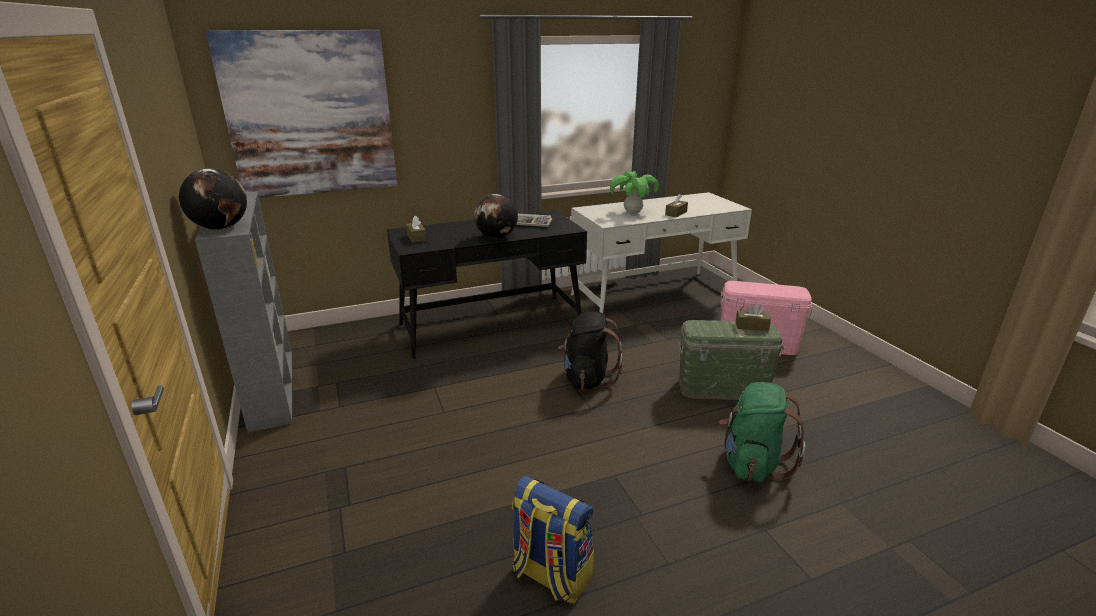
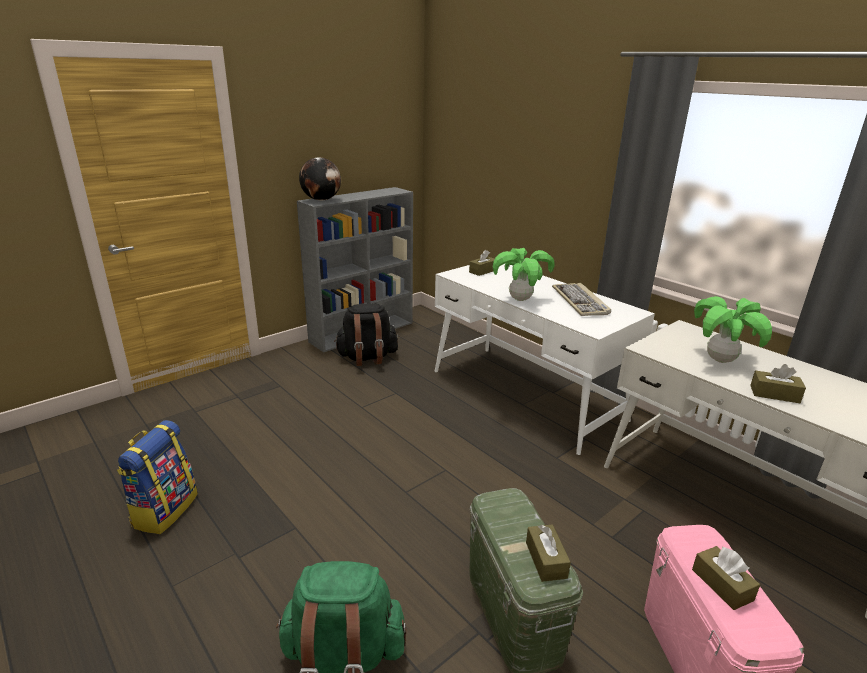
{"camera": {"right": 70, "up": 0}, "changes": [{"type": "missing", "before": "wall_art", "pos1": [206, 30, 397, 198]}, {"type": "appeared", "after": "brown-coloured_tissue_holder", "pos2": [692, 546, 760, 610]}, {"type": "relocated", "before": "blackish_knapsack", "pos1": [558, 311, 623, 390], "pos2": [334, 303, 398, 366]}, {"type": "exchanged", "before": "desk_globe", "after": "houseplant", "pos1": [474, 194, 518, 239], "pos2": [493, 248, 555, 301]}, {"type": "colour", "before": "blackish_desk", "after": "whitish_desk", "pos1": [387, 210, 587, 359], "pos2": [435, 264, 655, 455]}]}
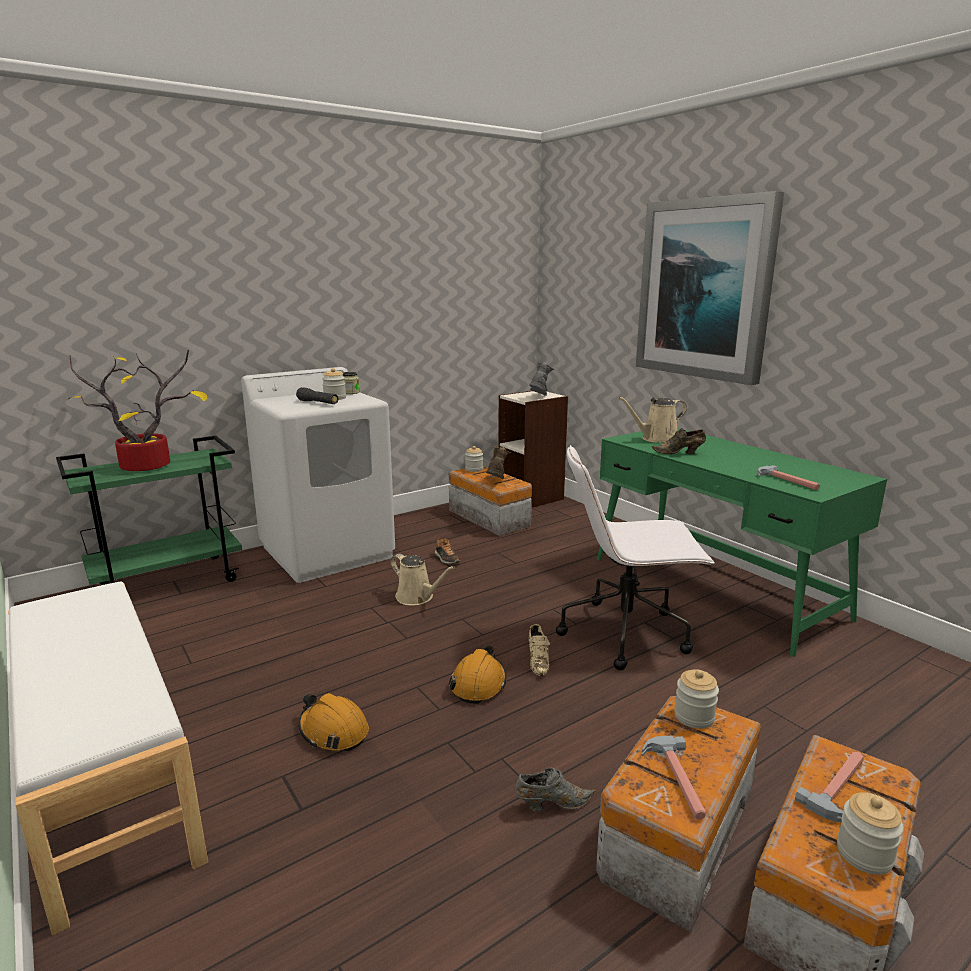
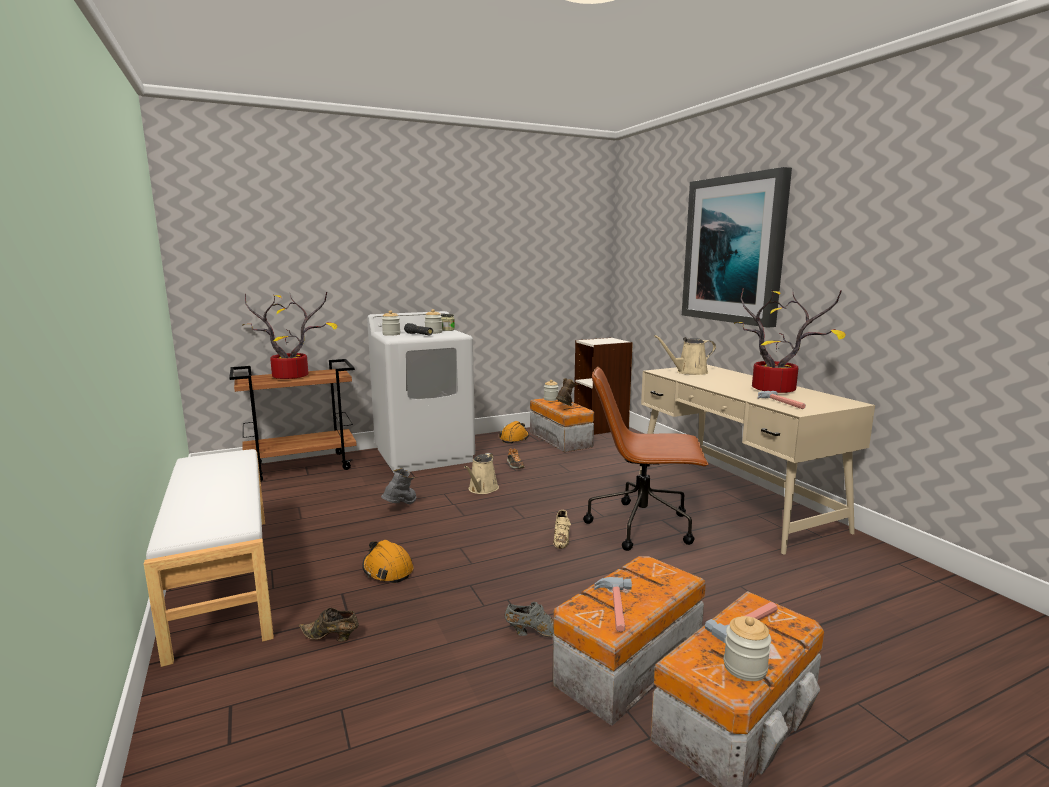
{"camera": {"right": 10, "up": -5}, "changes": [{"type": "appeared", "after": "houseplant", "pos2": [734, 288, 846, 393]}, {"type": "relocated", "before": "orange-coloured_safety_helmet", "pos1": [449, 645, 507, 704], "pos2": [499, 421, 529, 444]}, {"type": "relocated", "before": "grey_high-top_boot", "pos1": [529, 362, 554, 396], "pos2": [381, 468, 416, 504]}, {"type": "relocated", "before": "brown-coloured_shoe", "pos1": [652, 428, 706, 454], "pos2": [299, 608, 359, 642]}, {"type": "relocated", "before": "preserve_jar", "pos1": [674, 669, 719, 729], "pos2": [382, 310, 400, 336]}, {"type": "colour", "before": "greenish_trolley", "after": "brown-coloured_trolley", "pos1": [56, 436, 242, 585], "pos2": [229, 359, 357, 482]}, {"type": "colour", "before": "whitish_desk_chair", "after": "brown-coloured_desk_chair", "pos1": [556, 445, 715, 670], "pos2": [583, 367, 709, 551]}, {"type": "colour", "before": "greenish_desk", "after": "beige_desk", "pos1": [597, 428, 887, 657], "pos2": [639, 365, 875, 554]}, {"type": "spun", "before": "beige_watering_pot", "pos1": [390, 554, 455, 606], "pos2": [464, 453, 499, 494], "turn": 60}]}
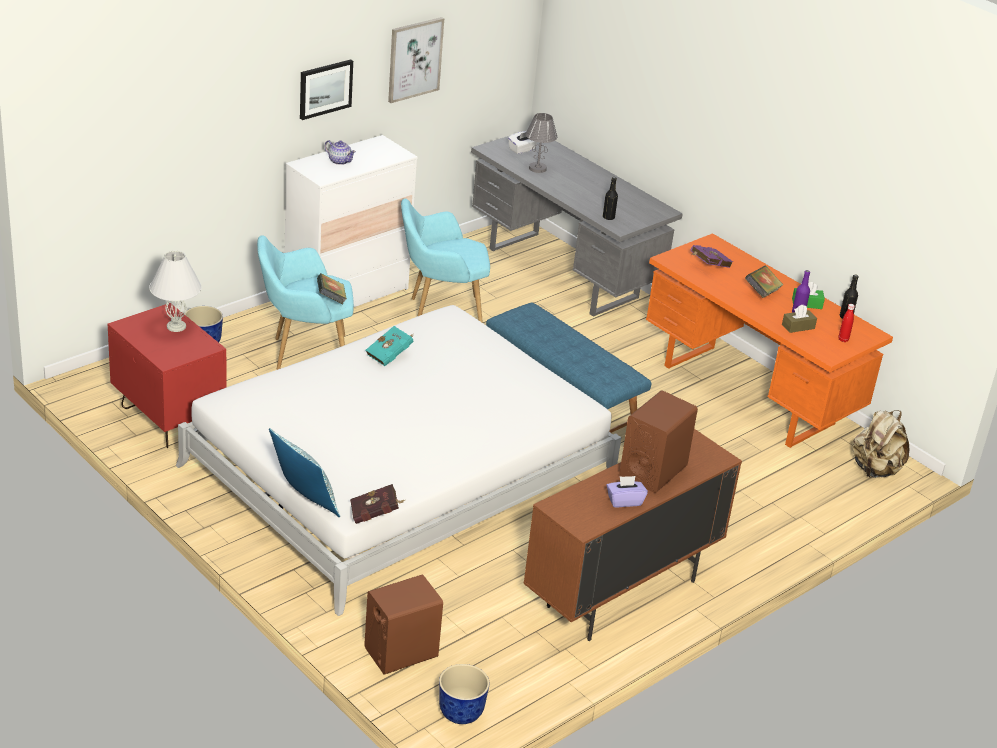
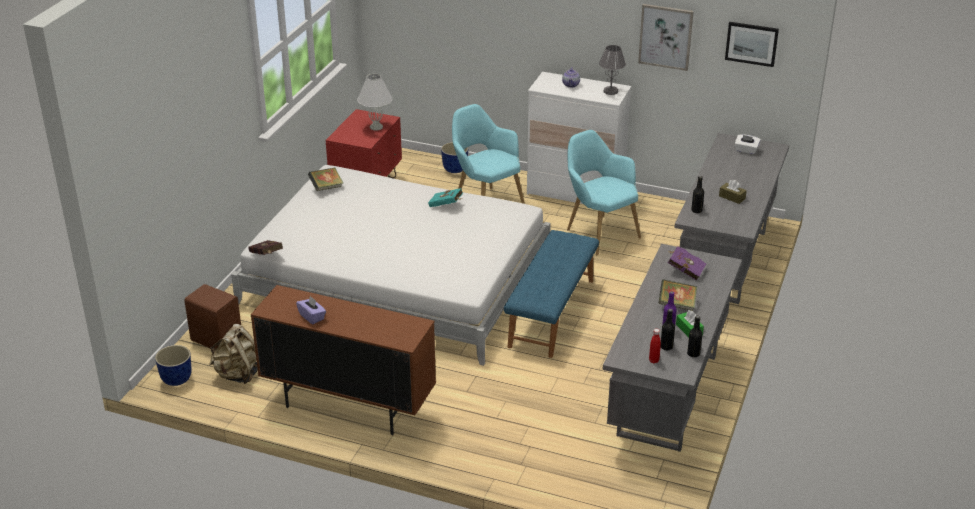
{"camera": {"right": 65, "up": 0}, "changes": [{"type": "missing", "before": "cushion", "pos1": [269, 428, 340, 518]}, {"type": "missing", "before": "brown-coloured_speaker", "pos1": [620, 390, 698, 493]}, {"type": "appeared", "after": "blackish_drink_bottle", "pos2": [661, 309, 675, 350]}, {"type": "relocated", "before": "wall_art", "pos1": [300, 59, 353, 120], "pos2": [725, 22, 779, 67]}, {"type": "relocated", "before": "bound_book", "pos1": [317, 273, 347, 304], "pos2": [308, 167, 343, 191]}, {"type": "relocated", "before": "grey_lamp_for_a_table", "pos1": [526, 113, 557, 173], "pos2": [599, 45, 626, 95]}, {"type": "relocated", "before": "brown-coloured_tissue_holder", "pos1": [782, 305, 817, 333], "pos2": [719, 180, 747, 204]}, {"type": "relocated", "before": "beige_knapsack", "pos1": [852, 410, 909, 478], "pos2": [209, 324, 258, 384]}, {"type": "colour", "before": "orange-coloured_desk", "after": "grey_desk", "pos1": [646, 233, 893, 448], "pos2": [602, 244, 742, 452]}]}
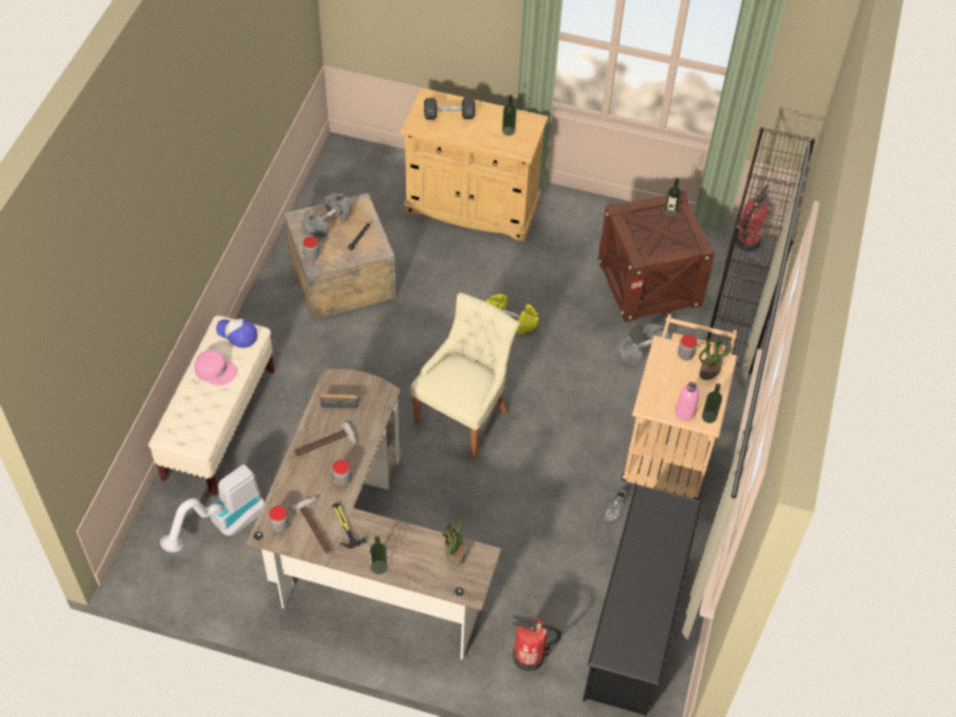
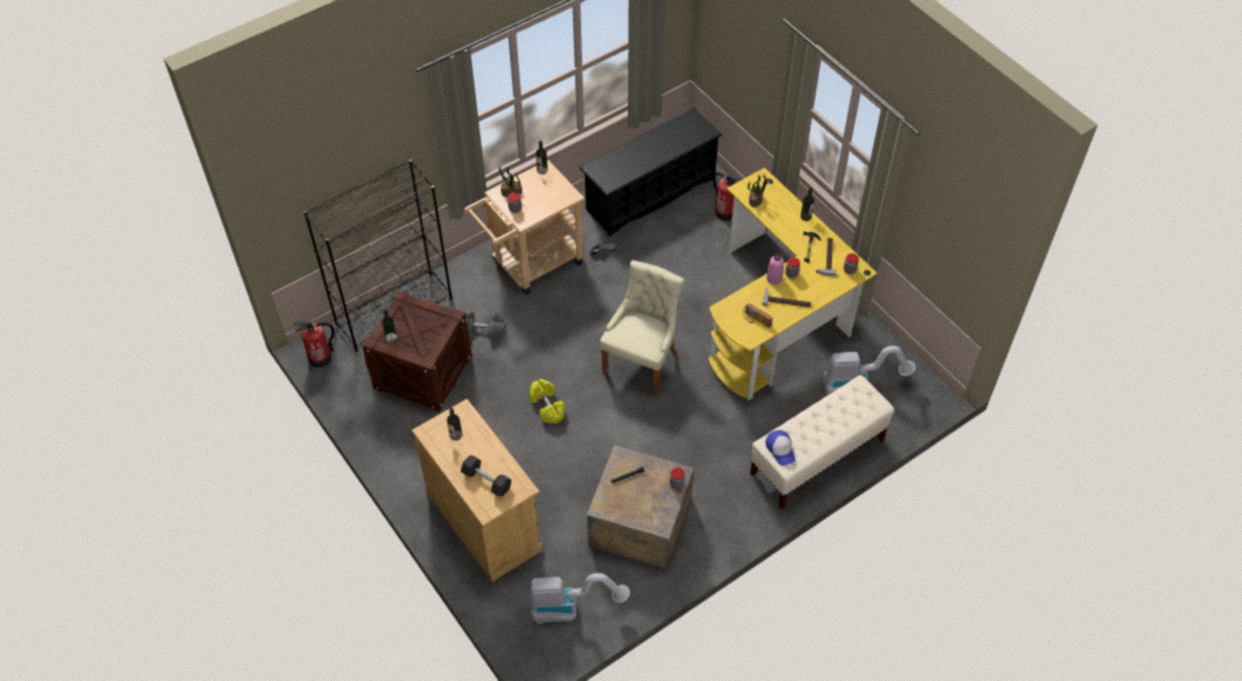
{"camera": {"right": -140, "up": 0}, "changes": [{"type": "missing", "before": "pink-coloured_cap", "pos1": [194, 350, 237, 386]}, {"type": "missing", "before": "grey_hand_weight", "pos1": [302, 193, 352, 238]}, {"type": "appeared", "after": "hoover", "pos2": [531, 573, 630, 624]}, {"type": "relocated", "before": "pink-coloured_drink_bottle", "pos1": [675, 382, 699, 421], "pos2": [766, 253, 784, 285]}, {"type": "colour", "before": "brown-coloured_desk", "after": "yellow-coloured_desk", "pos1": [246, 369, 501, 660], "pos2": [708, 167, 877, 401]}, {"type": "spun", "before": "beige_chair", "pos1": [410, 293, 519, 457], "pos2": [600, 260, 685, 394], "turn": 135}]}
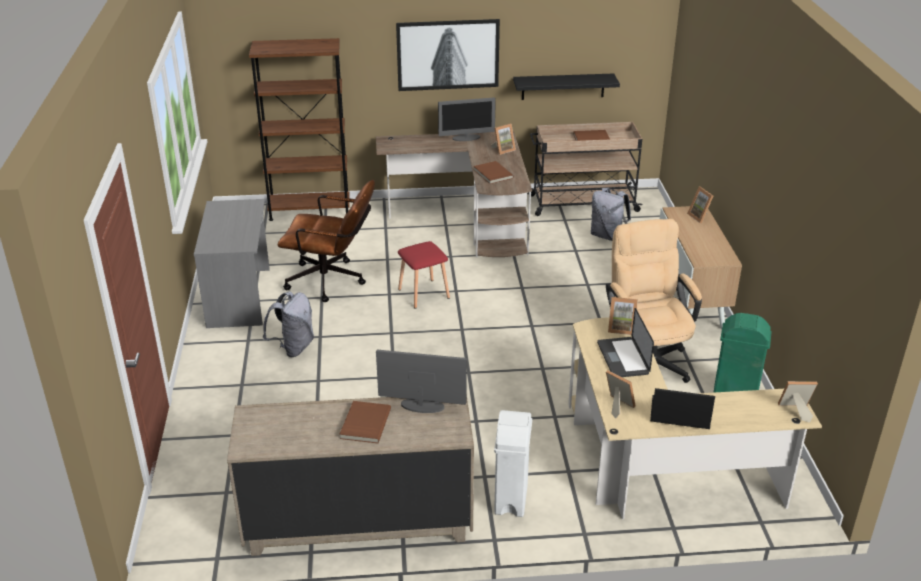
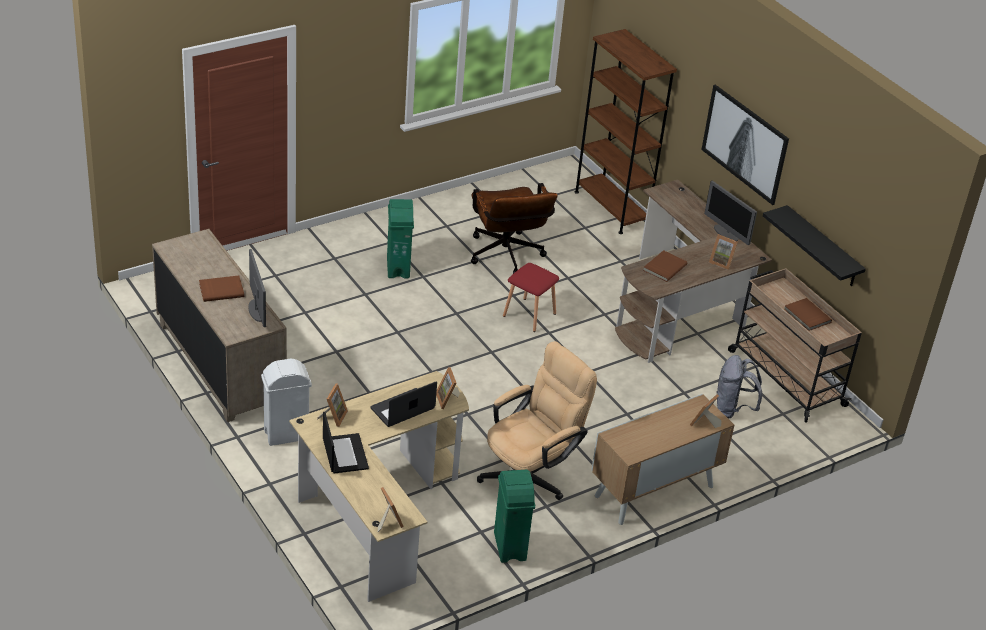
{"camera": {"right": 60, "up": 5}, "changes": [{"type": "missing", "before": "grey_desk", "pos1": [194, 199, 270, 328]}, {"type": "exchanged", "before": "grey_knapsack", "after": "greenish_waste_bin", "pos1": [263, 291, 314, 357], "pos2": [387, 199, 414, 278]}]}
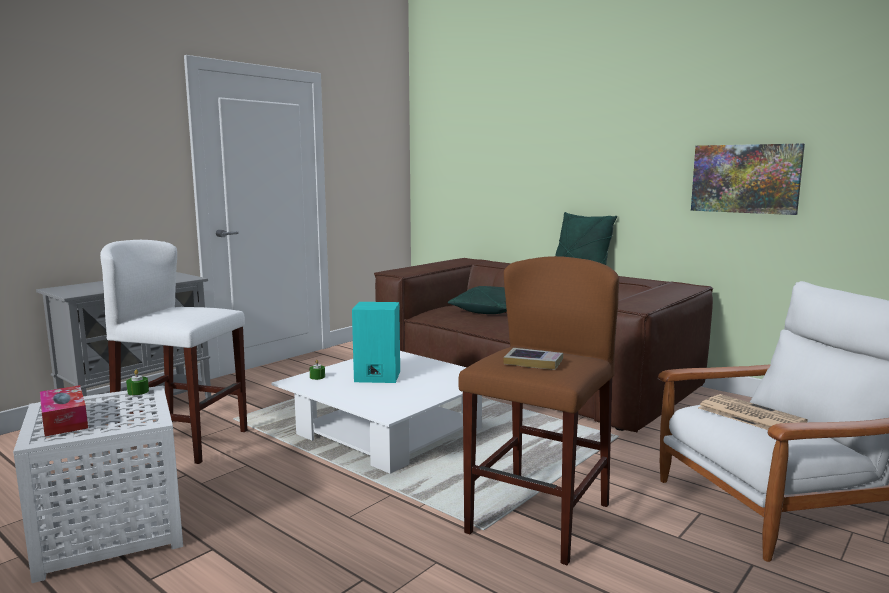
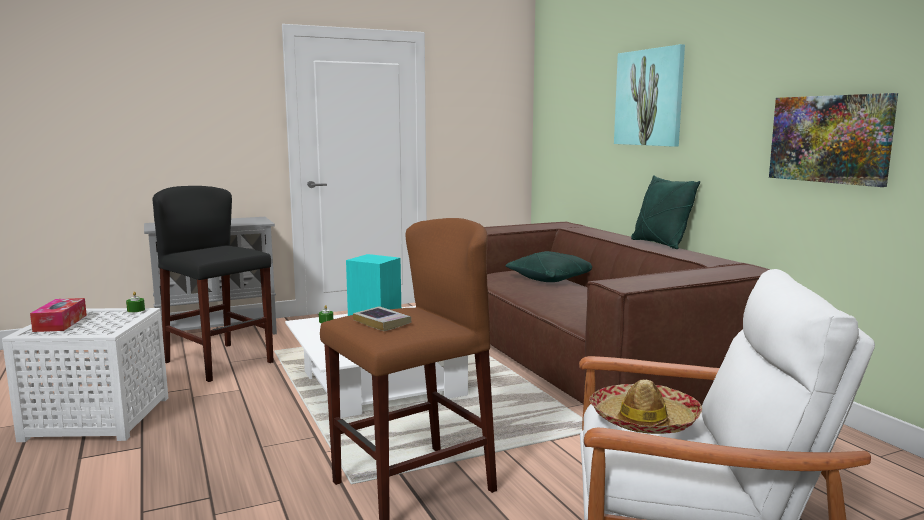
{"camera": {"right": 25, "up": 0}, "changes": [{"type": "appeared", "after": "wall_art", "pos2": [614, 44, 685, 147]}, {"type": "exchanged", "before": "printed_paper", "after": "wearable_hat", "pos1": [698, 394, 808, 430], "pos2": [589, 379, 702, 434]}, {"type": "colour", "before": "whitish_stool", "after": "blackish_stool", "pos1": [100, 240, 247, 464], "pos2": [153, 186, 274, 382]}]}
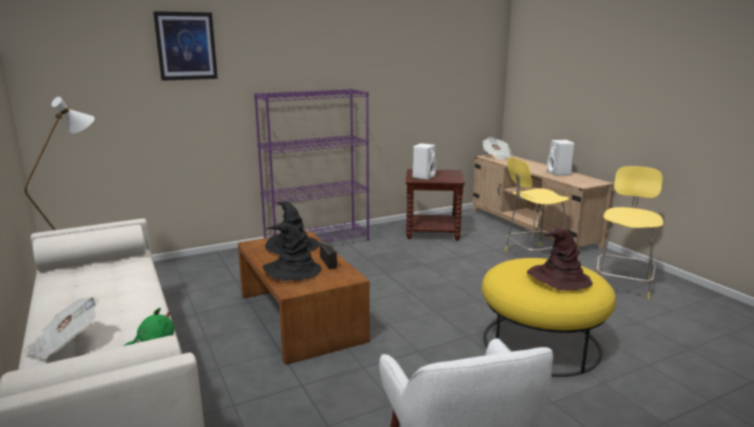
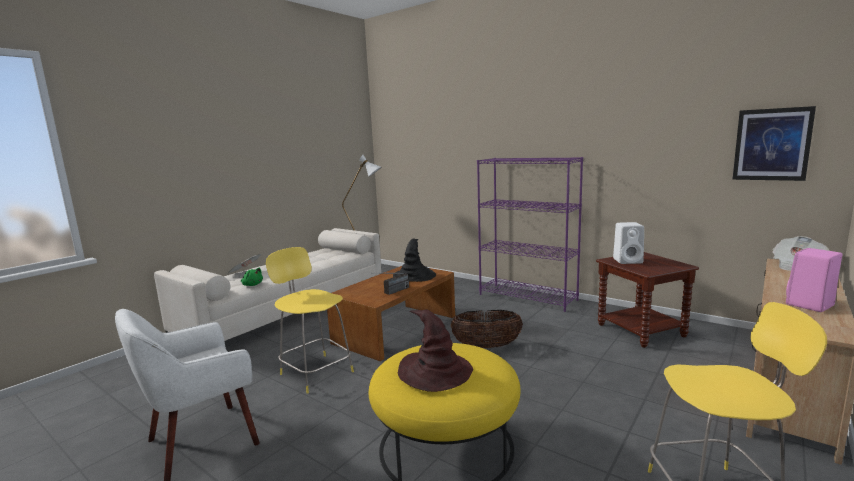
{"camera": {"right": 65, "up": -5}, "changes": [{"type": "missing", "before": "blackish_wearable_hat", "pos1": [263, 222, 322, 281]}, {"type": "appeared", "after": "household_basket", "pos2": [451, 310, 523, 348]}, {"type": "relocated", "before": "wall_art", "pos1": [153, 11, 218, 81], "pos2": [732, 106, 816, 181]}, {"type": "relocated", "before": "yellow-coloured_stool", "pos1": [505, 157, 569, 258], "pos2": [266, 247, 354, 394]}, {"type": "colour", "before": "whitish_speaker", "after": "pink-coloured_speaker", "pos1": [547, 140, 574, 176], "pos2": [786, 248, 842, 312]}]}
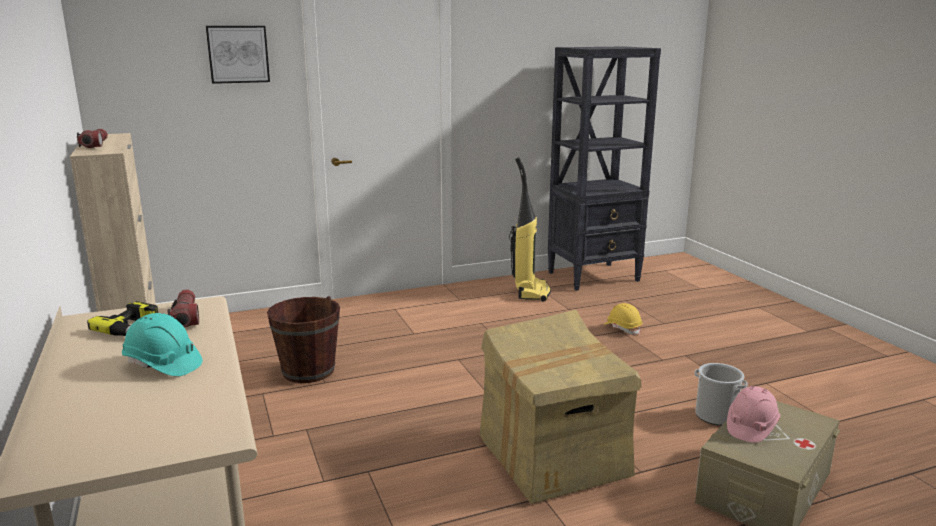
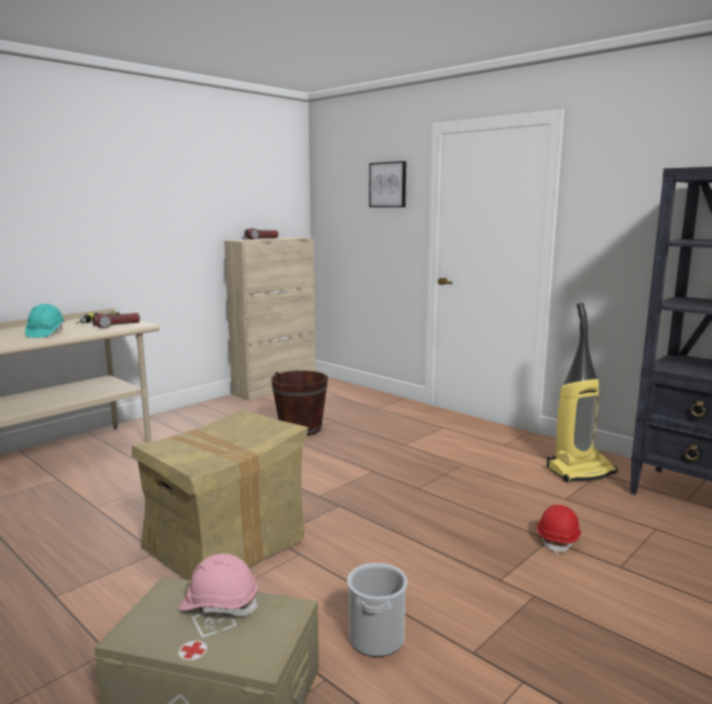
{"camera": {"right": 65, "up": -5}, "changes": [{"type": "colour", "before": "yellow-coloured_safety_helmet", "after": "red-coloured_safety_helmet", "pos1": [603, 303, 642, 335], "pos2": [537, 505, 581, 554]}]}
